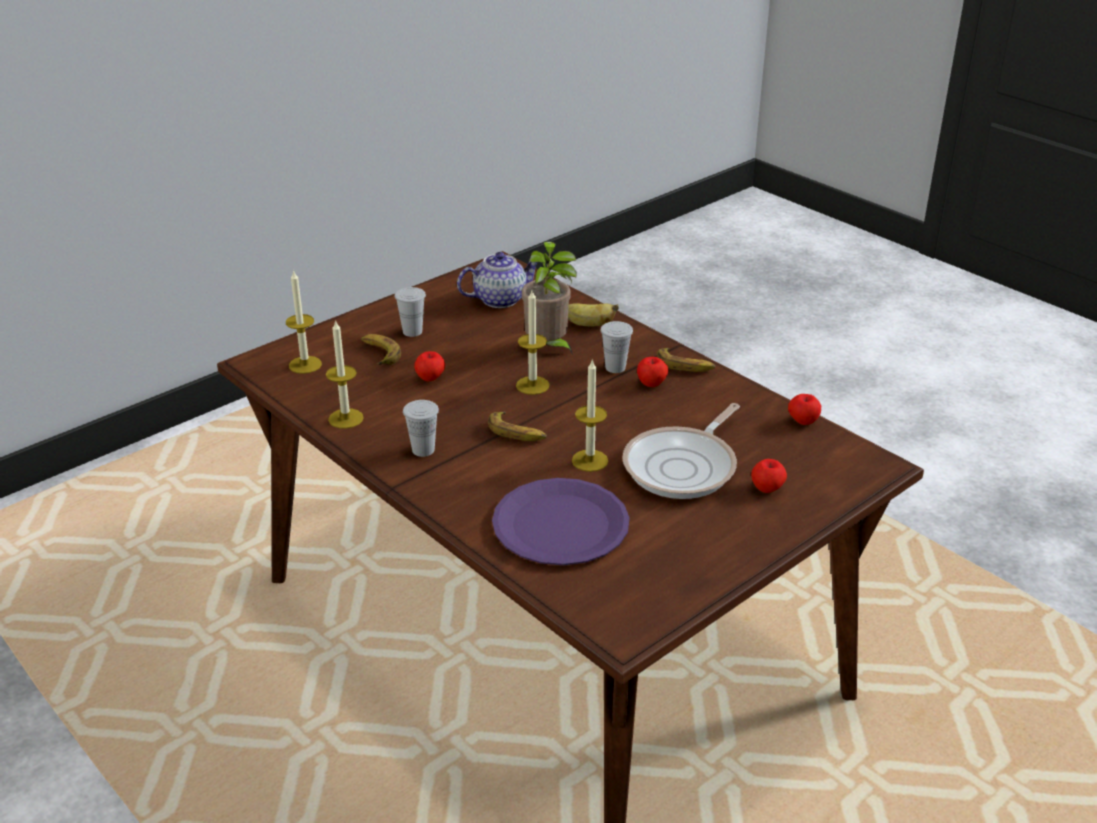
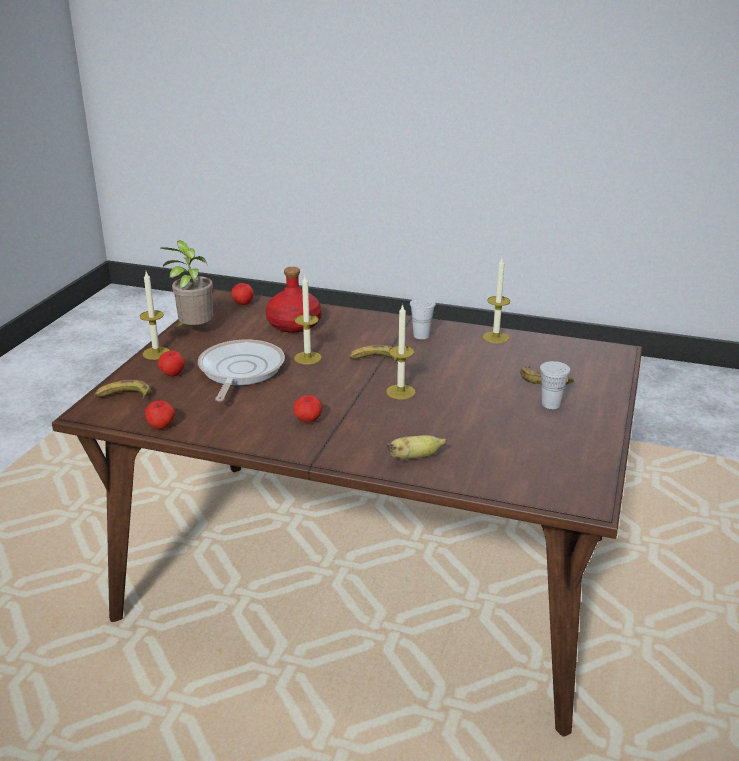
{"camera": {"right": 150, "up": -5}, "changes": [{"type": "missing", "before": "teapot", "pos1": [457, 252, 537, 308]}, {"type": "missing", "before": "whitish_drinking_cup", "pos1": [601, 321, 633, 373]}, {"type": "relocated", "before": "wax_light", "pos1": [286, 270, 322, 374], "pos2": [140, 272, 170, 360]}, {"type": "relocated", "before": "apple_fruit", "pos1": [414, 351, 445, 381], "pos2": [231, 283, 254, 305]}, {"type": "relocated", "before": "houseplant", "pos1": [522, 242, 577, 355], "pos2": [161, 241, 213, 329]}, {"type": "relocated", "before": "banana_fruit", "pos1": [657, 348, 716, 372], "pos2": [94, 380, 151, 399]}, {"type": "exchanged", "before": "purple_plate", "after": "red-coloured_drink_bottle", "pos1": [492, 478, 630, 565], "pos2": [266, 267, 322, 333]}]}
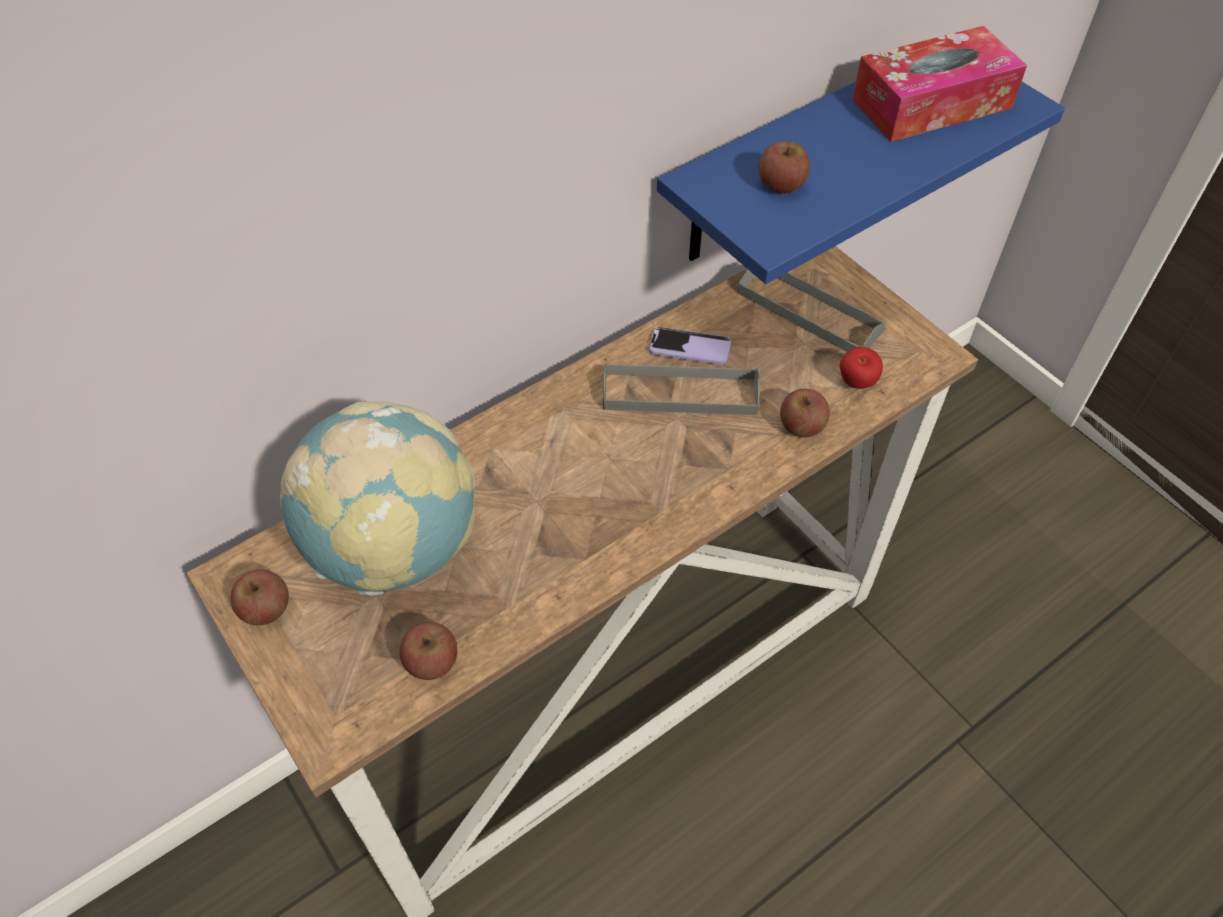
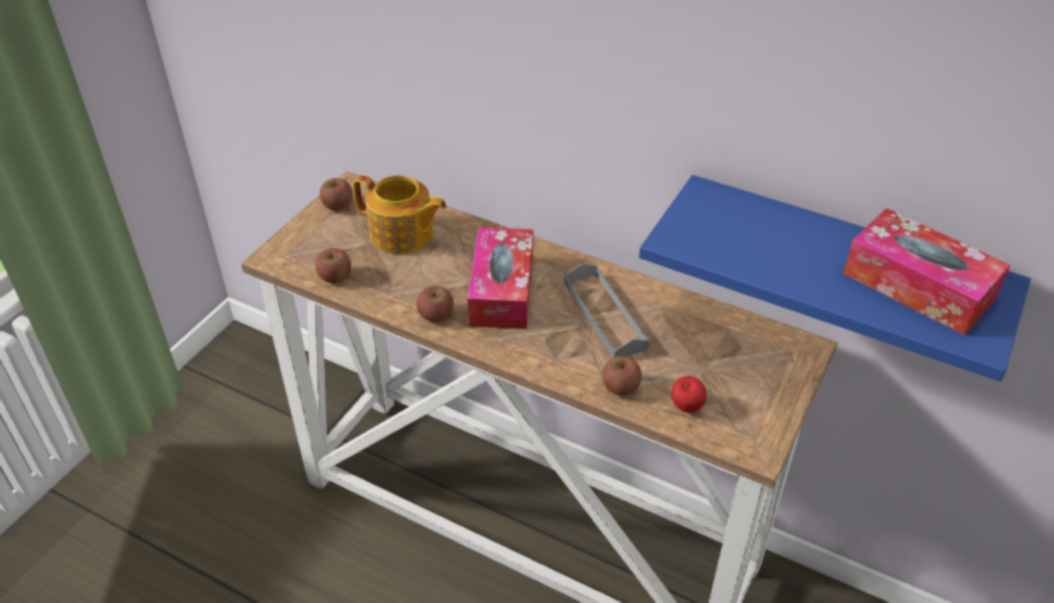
{"camera": {"right": 65, "up": -10}, "changes": [{"type": "missing", "before": "handset", "pos1": [649, 327, 731, 365]}, {"type": "missing", "before": "grey_tray", "pos1": [737, 269, 886, 352]}, {"type": "appeared", "after": "tissue_holder", "pos2": [467, 227, 533, 329]}, {"type": "relocated", "before": "apple_fruit", "pos1": [758, 141, 810, 194], "pos2": [417, 286, 454, 322]}, {"type": "exchanged", "before": "desk_globe", "after": "teapot", "pos1": [280, 401, 475, 596], "pos2": [353, 175, 446, 254]}]}
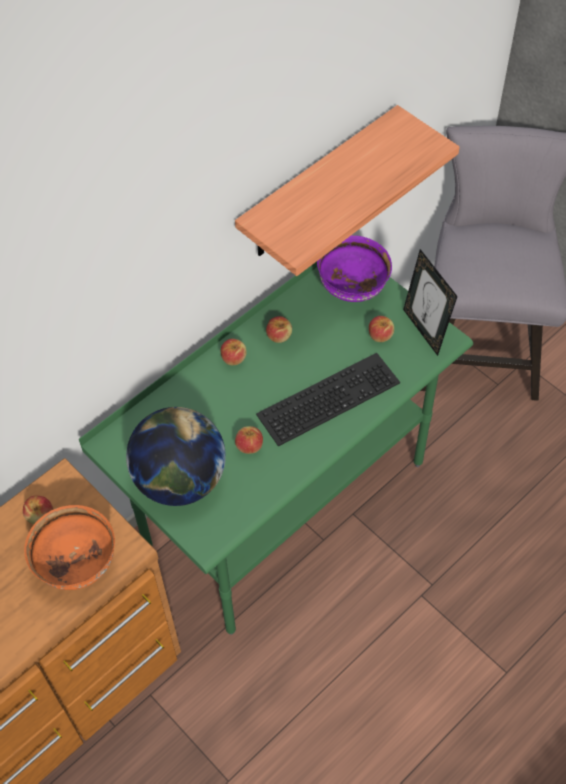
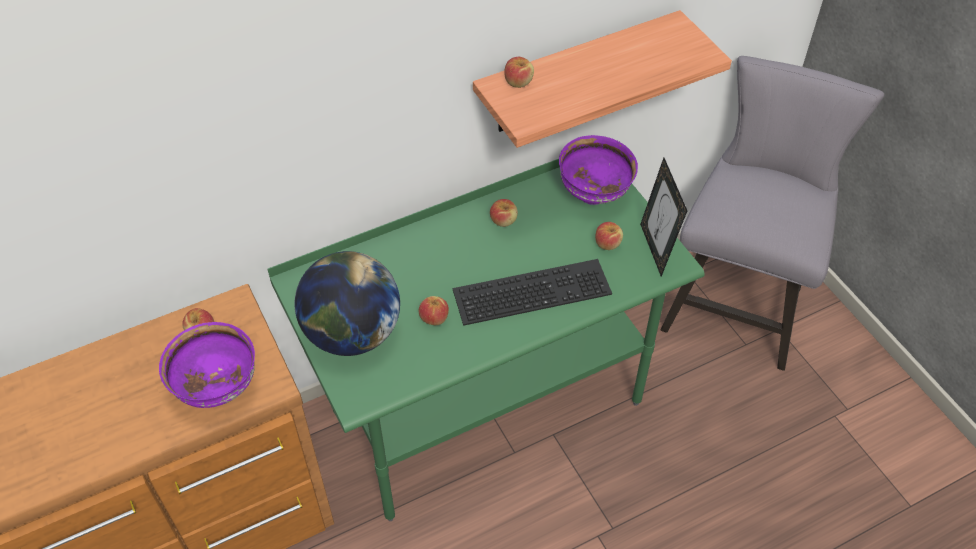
{"camera": {"right": 15, "up": -5}, "changes": [{"type": "relocated", "before": "apple_fruit", "pos1": [221, 339, 247, 365], "pos2": [504, 57, 534, 88]}, {"type": "colour", "before": "orange-coloured_deep_dish", "after": "purple_deep_dish", "pos1": [24, 505, 115, 590], "pos2": [159, 322, 255, 408]}]}
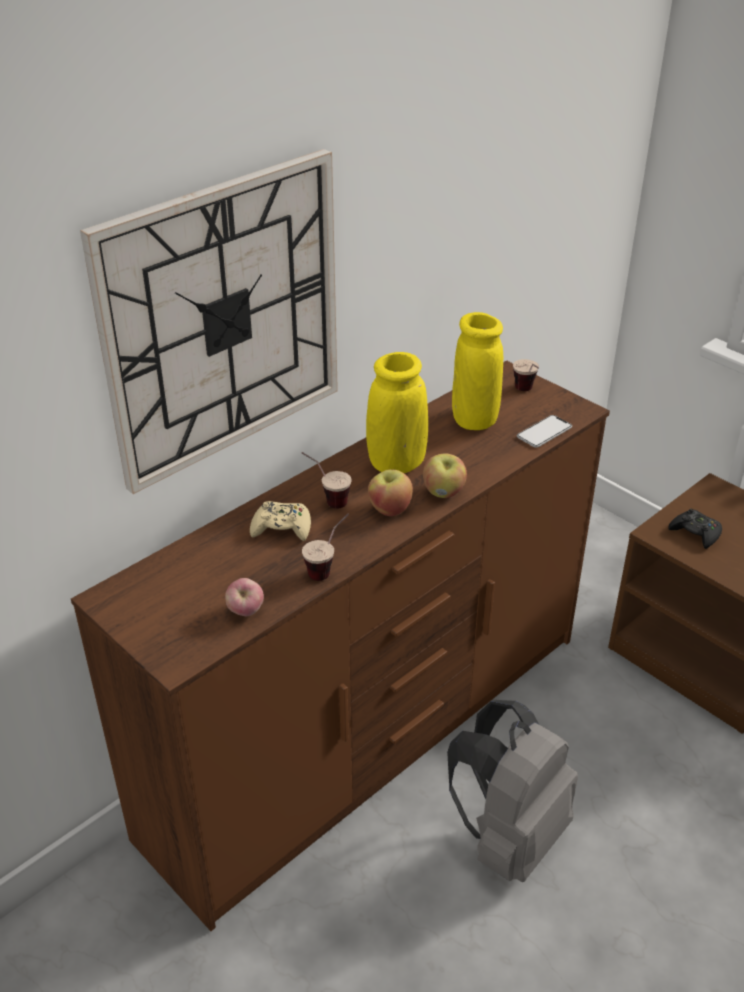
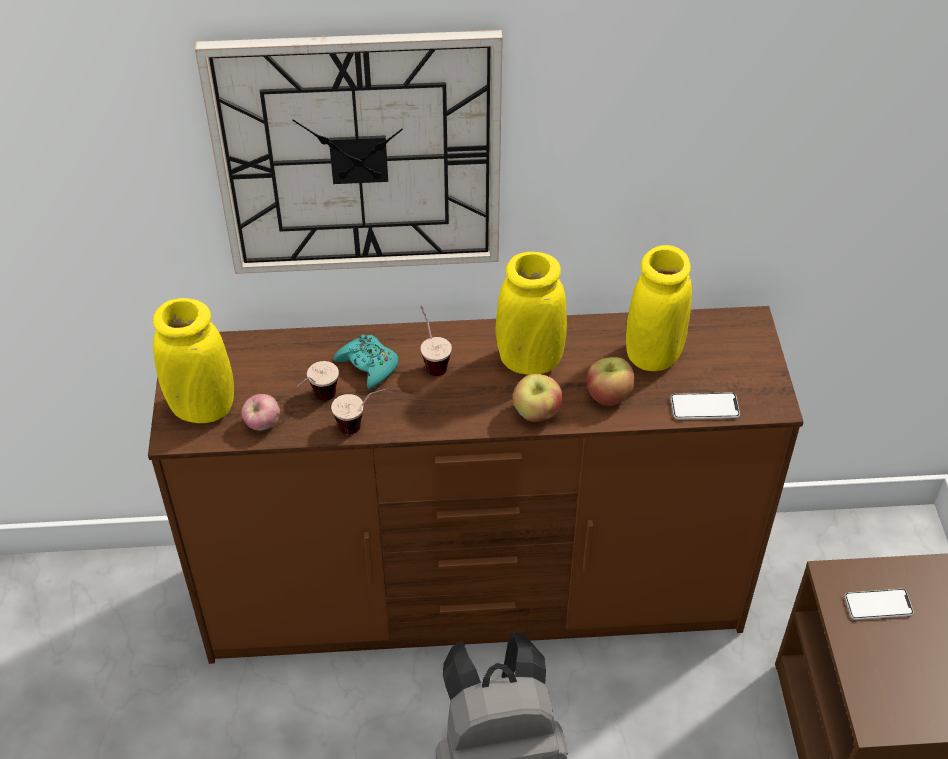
{"camera": {"right": 40, "up": 10}, "changes": [{"type": "appeared", "after": "yellow-coloured_decorative_vase", "pos2": [153, 298, 234, 423]}, {"type": "relocated", "before": "apple_fruit", "pos1": [368, 469, 413, 516], "pos2": [587, 357, 635, 406]}, {"type": "relocated", "before": "drinking_cup", "pos1": [513, 359, 539, 391], "pos2": [297, 361, 339, 401]}, {"type": "exchanged", "before": "blackish_game_controller", "after": "handset", "pos1": [668, 509, 722, 549], "pos2": [844, 589, 914, 620]}, {"type": "colour", "before": "beige_game_controller", "after": "turquoise_game_controller", "pos1": [250, 501, 311, 541], "pos2": [334, 335, 398, 389]}]}
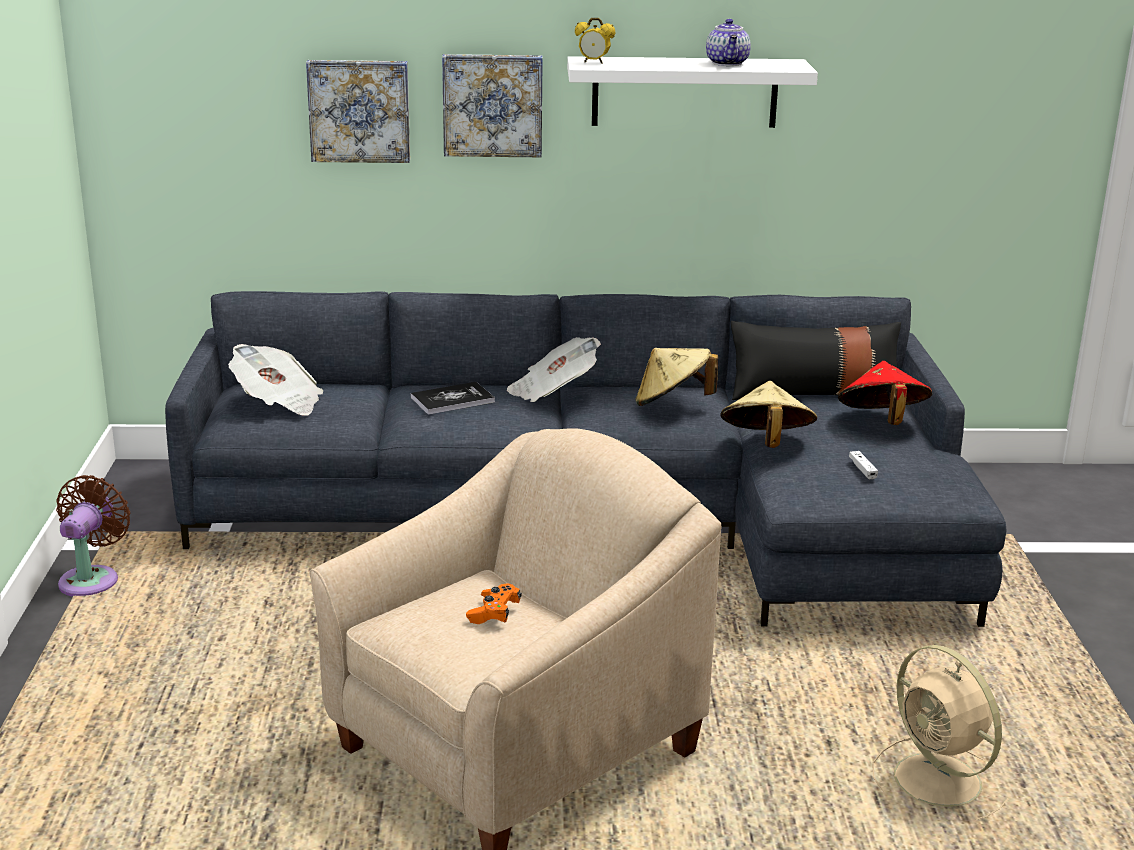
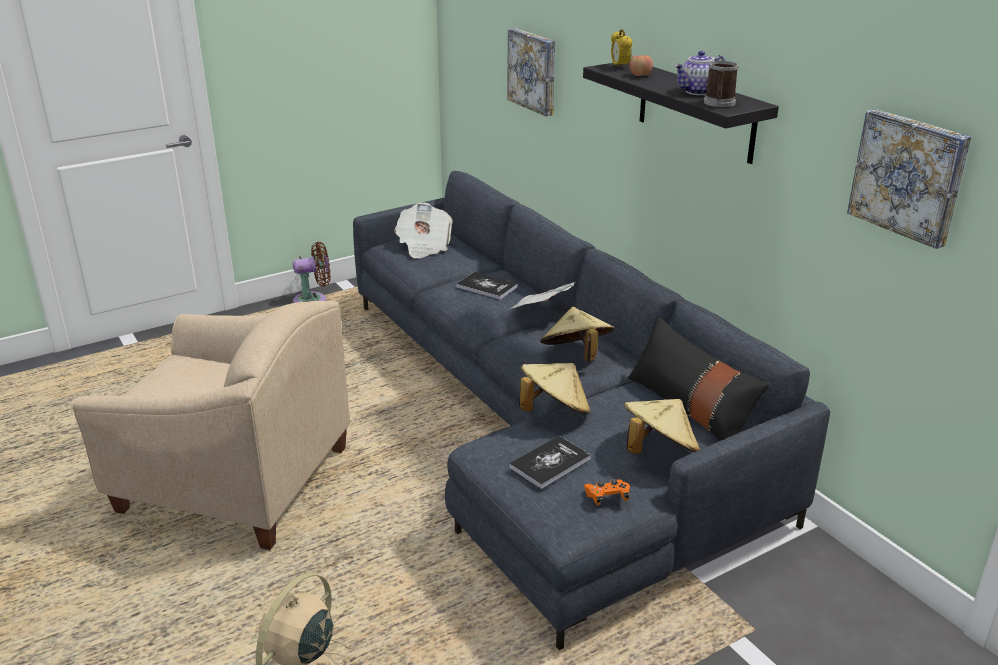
{"camera": {"right": 60, "up": 5}, "changes": [{"type": "appeared", "after": "apple_fruit", "pos2": [629, 55, 653, 76]}, {"type": "appeared", "after": "coffee_mug", "pos2": [704, 61, 739, 107]}, {"type": "relocated", "before": "wall_art", "pos1": [442, 54, 543, 157], "pos2": [847, 109, 971, 249]}, {"type": "relocated", "before": "orange-coloured_game_controller", "pos1": [466, 584, 522, 624], "pos2": [584, 479, 630, 505]}, {"type": "exchanged", "before": "whitish_game_controller", "after": "bound_book", "pos1": [849, 451, 878, 479], "pos2": [509, 436, 591, 489]}, {"type": "colour", "before": "whitish_shelf", "after": "blackish_shelf", "pos1": [567, 56, 818, 128], "pos2": [583, 63, 779, 164]}, {"type": "colour", "before": "red-coloured_wearable_hat", "after": "beige_wearable_hat", "pos1": [838, 361, 932, 425], "pos2": [624, 399, 700, 454]}]}
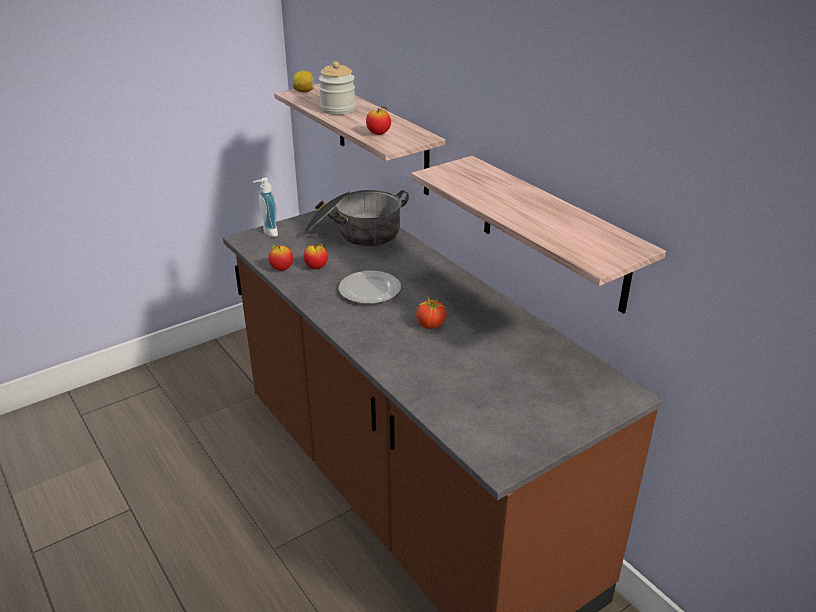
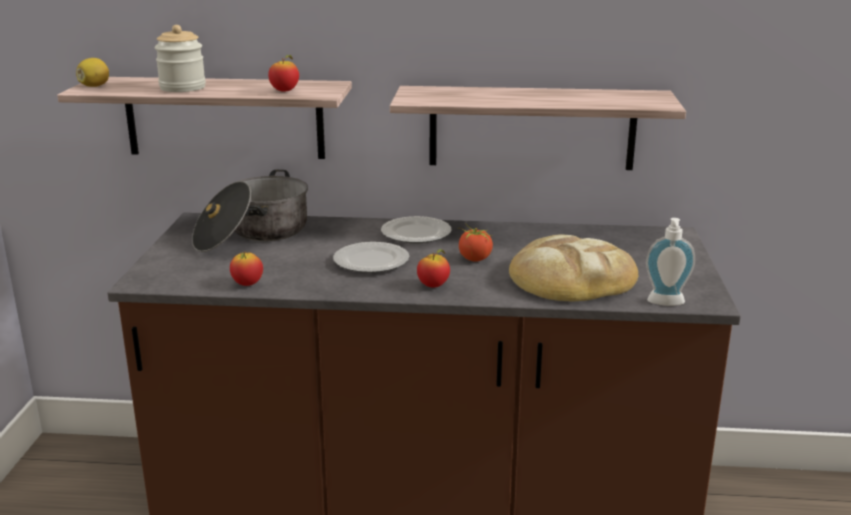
{"camera": {"right": -50, "up": -10}, "changes": [{"type": "appeared", "after": "plate", "pos2": [381, 216, 452, 243]}, {"type": "appeared", "after": "baked_bread", "pos2": [509, 234, 638, 301]}, {"type": "relocated", "before": "soap_dispenser", "pos1": [253, 178, 278, 237], "pos2": [646, 218, 695, 306]}, {"type": "relocated", "before": "apple_fruit", "pos1": [303, 244, 328, 269], "pos2": [417, 249, 450, 288]}]}
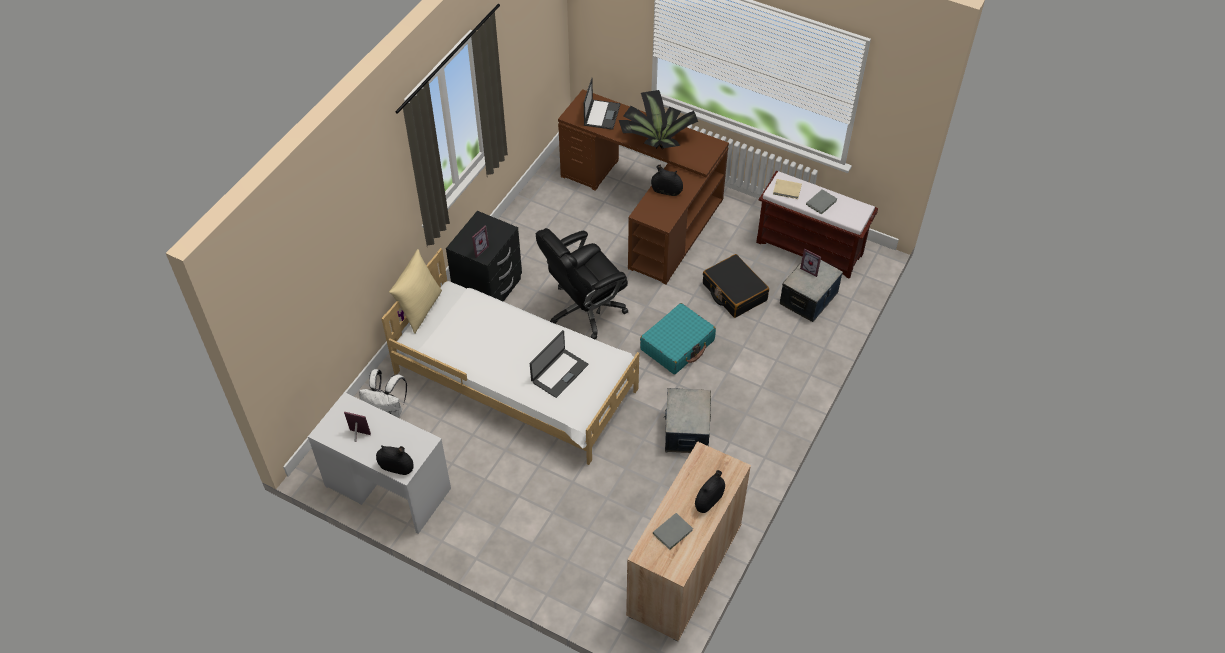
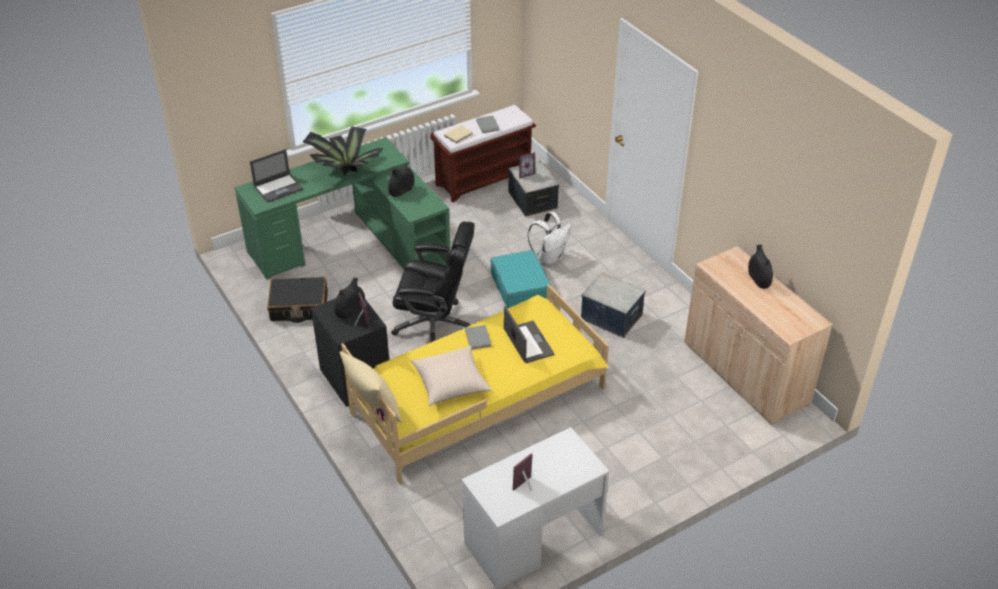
{"camera": {"right": -60, "up": -10}, "changes": [{"type": "appeared", "after": "beige_cushion", "pos2": [411, 346, 491, 406]}, {"type": "relocated", "before": "whitish_knapsack", "pos1": [359, 369, 407, 418], "pos2": [528, 212, 571, 265]}, {"type": "relocated", "before": "blackish_decorative_vase", "pos1": [376, 445, 413, 475], "pos2": [334, 278, 365, 319]}, {"type": "relocated", "before": "grey_bound_book", "pos1": [653, 513, 693, 550], "pos2": [465, 325, 492, 349]}, {"type": "relocated", "before": "blackish_travel_case", "pos1": [703, 254, 769, 318], "pos2": [267, 277, 328, 323]}, {"type": "colour", "before": "whitish_sleeping_bed", "after": "yellow-coloured_sleeping_bed", "pos1": [381, 248, 640, 465], "pos2": [341, 284, 609, 485]}, {"type": "colour", "before": "brown-coloured_desk", "after": "greenish_desk", "pos1": [558, 89, 729, 284], "pos2": [234, 137, 450, 280]}, {"type": "spun", "before": "blackish_desk_chair", "pos1": [536, 228, 628, 339], "pos2": [391, 221, 475, 342], "turn": -75}, {"type": "spun", "before": "portable_computer", "pos1": [584, 78, 620, 130], "pos2": [250, 149, 303, 203], "turn": 105}]}
